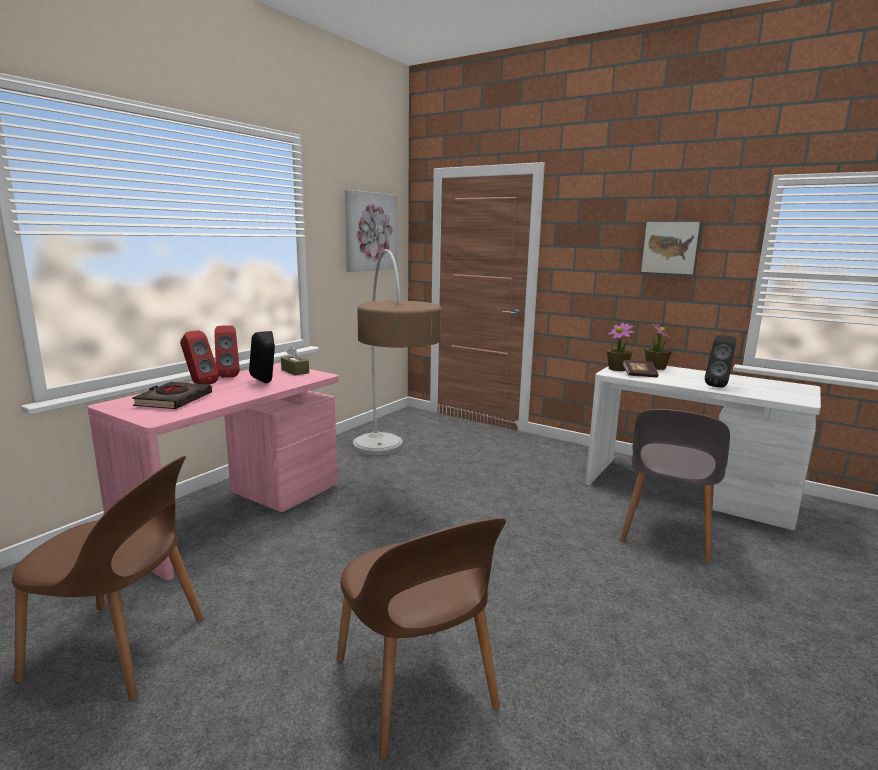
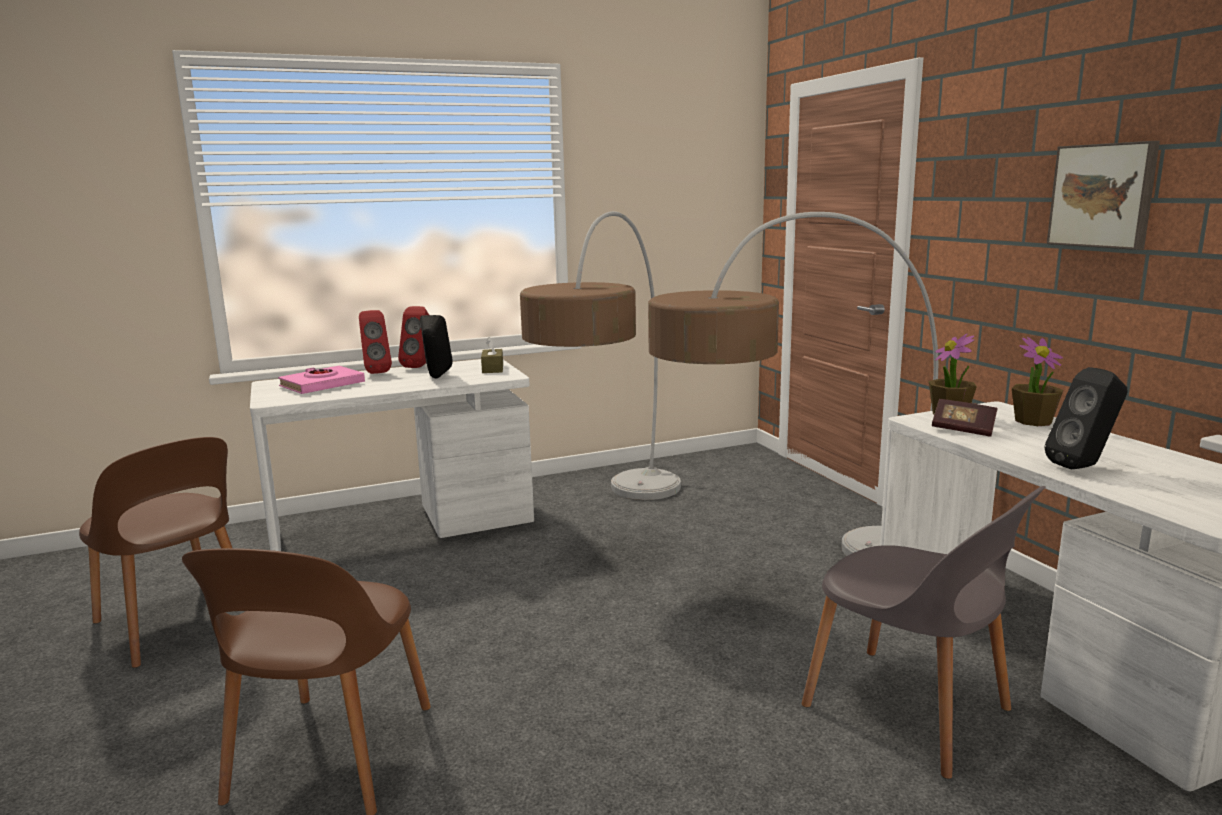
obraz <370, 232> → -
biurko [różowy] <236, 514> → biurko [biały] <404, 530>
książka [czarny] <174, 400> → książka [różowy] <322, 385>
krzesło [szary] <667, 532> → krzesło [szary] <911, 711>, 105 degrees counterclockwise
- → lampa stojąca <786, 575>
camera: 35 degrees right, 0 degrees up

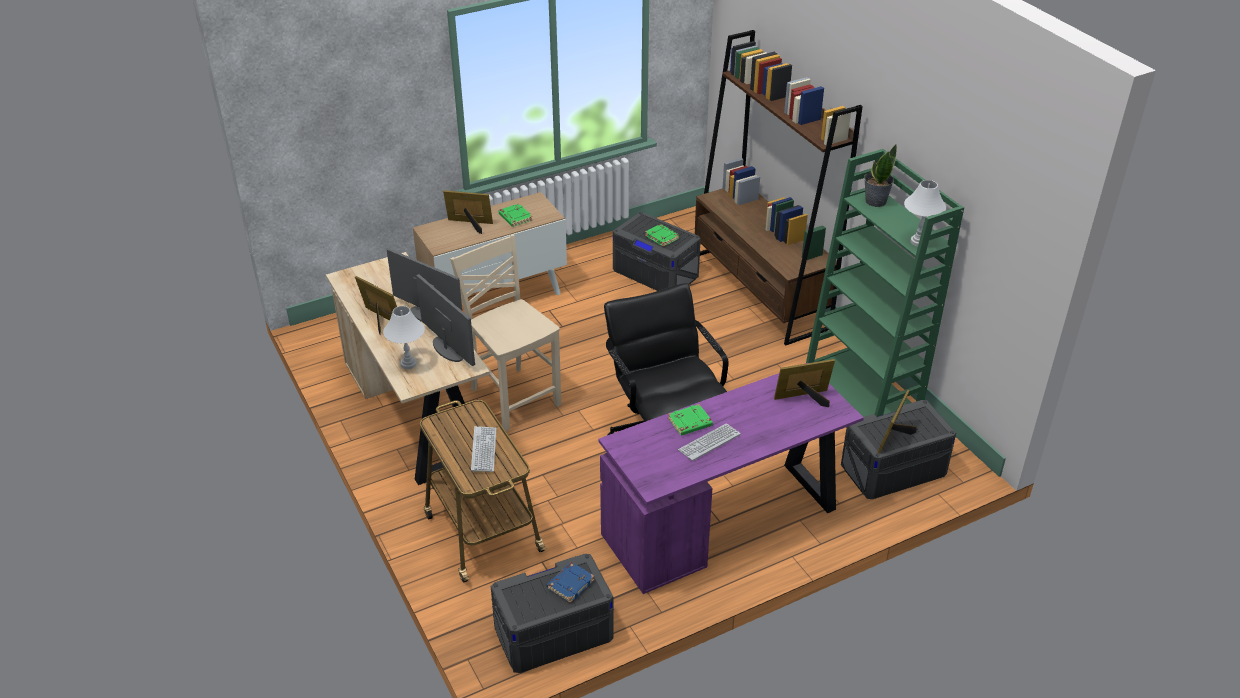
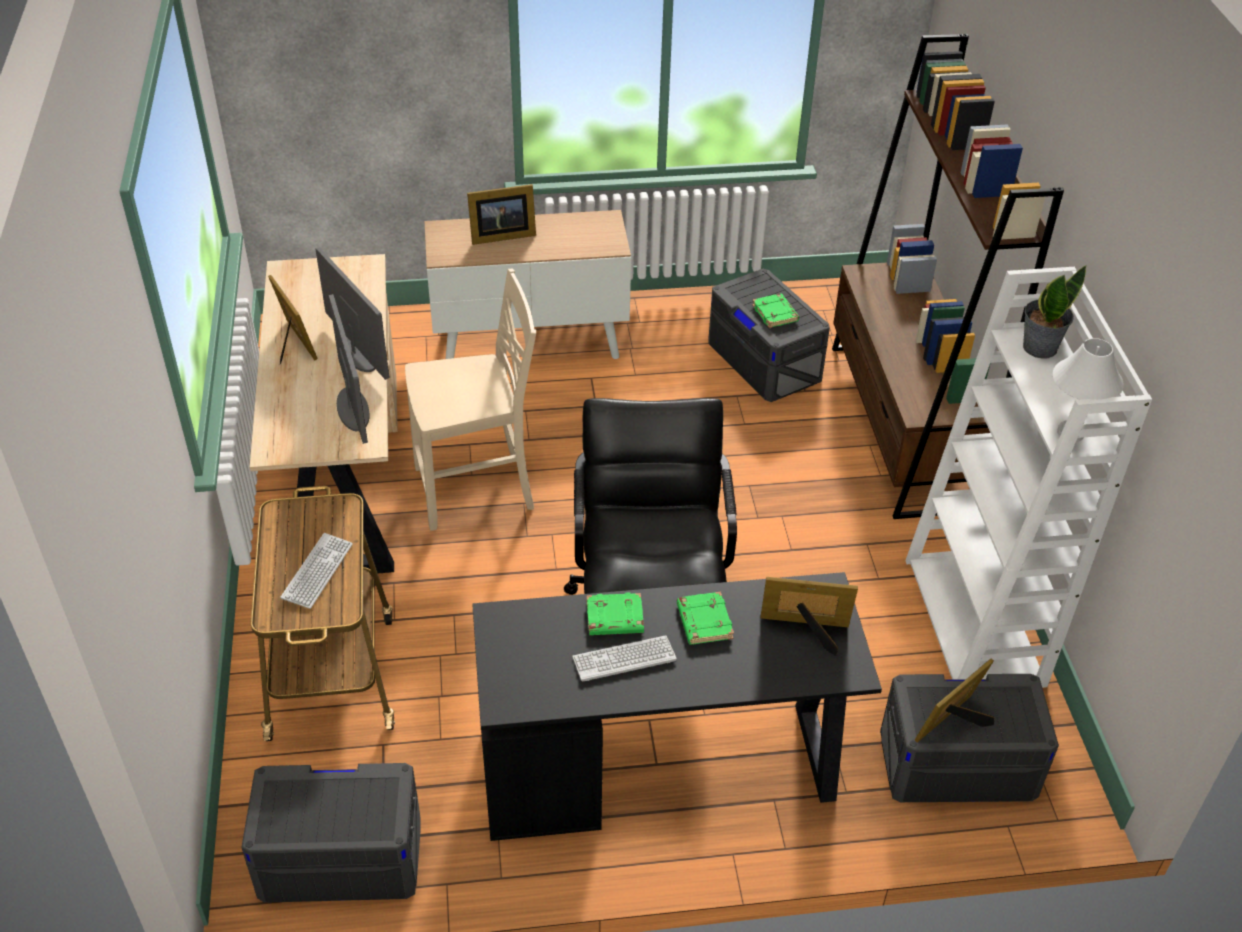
regał [zielony] <863, 390> → regał [biały] <976, 622>
ramka na zdjęcie <470, 225> → ramka na zdjęcie <500, 235>, 135 degrees clockwise
książka [zielony] <515, 217> → książka [zielony] <703, 621>, relocated
krzesło [beżowy] <513, 397> → krzesło [beżowy] <477, 490>, 90 degrees clockwise
lampa stołowa [biały] <408, 364> → -
biurko [fioletowy] <725, 522> → biurko [czarny] <664, 767>
książka [niebieski] <570, 584> → -
camera: 20 degrees right, 5 degrees up

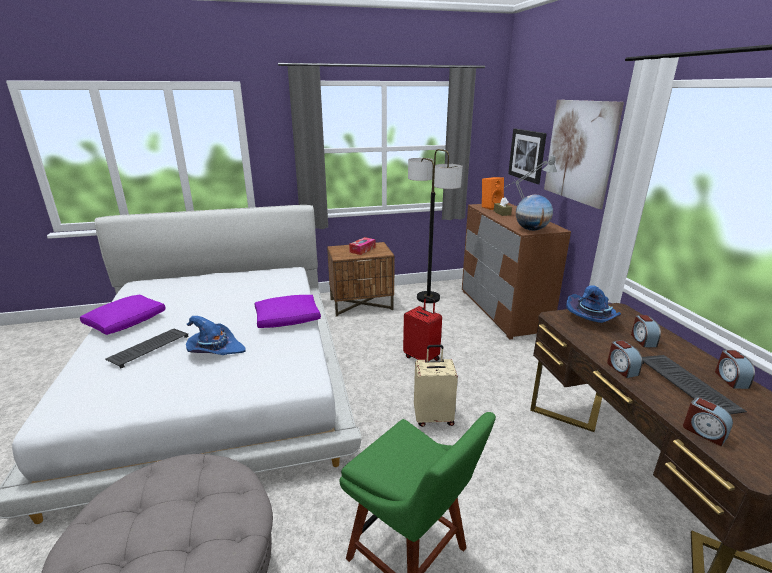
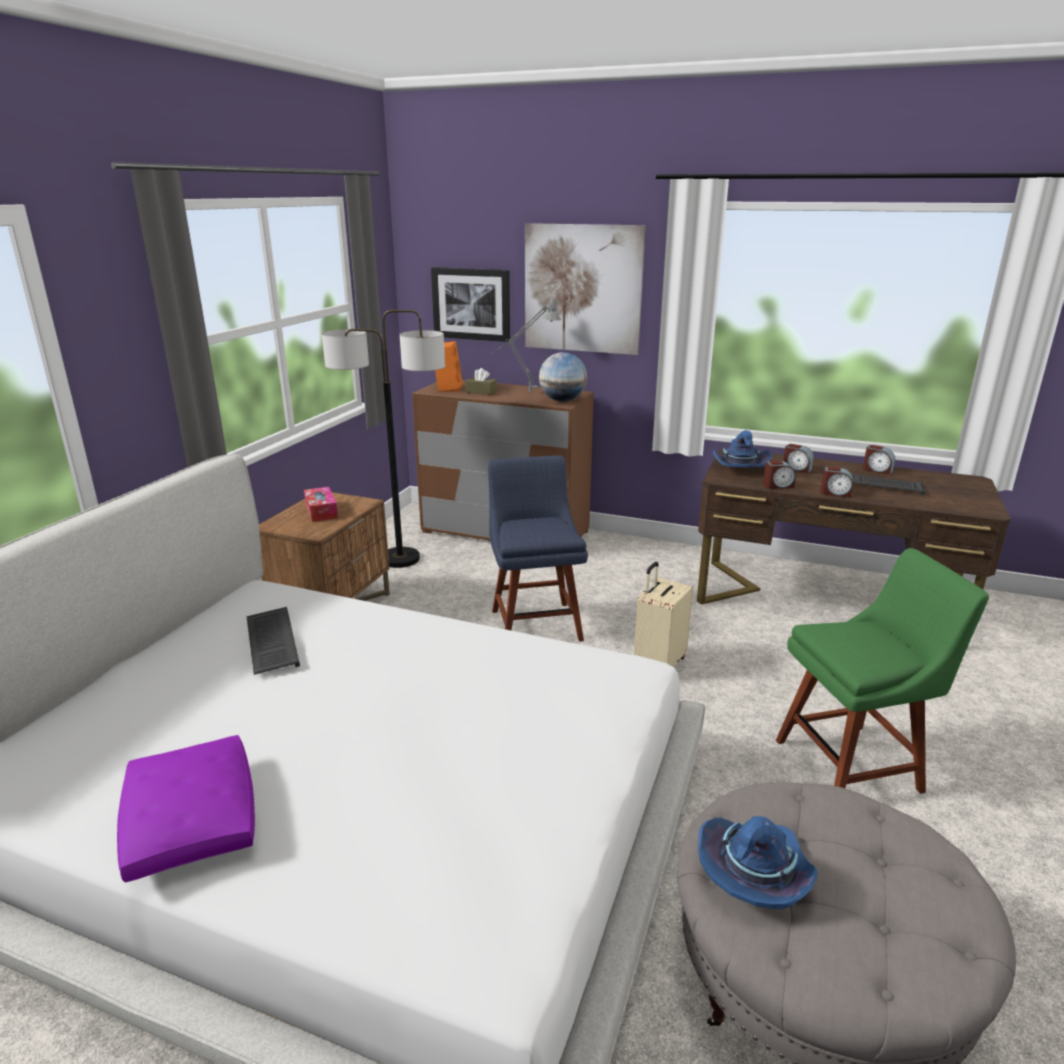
poduszka [fioletowy] <288, 319> → -
walizka [czerwony] <422, 358> → krzesło [niebieski] <535, 622>
kapelusz [niebieski] <215, 349> → kapelusz [niebieski] <755, 873>, relocated
klawiatura <149, 347> → klawiatura <270, 641>, relocated
budzik <704, 432> → budzik <778, 485>, relocated
camera: 55 degrees left, 0 degrees up

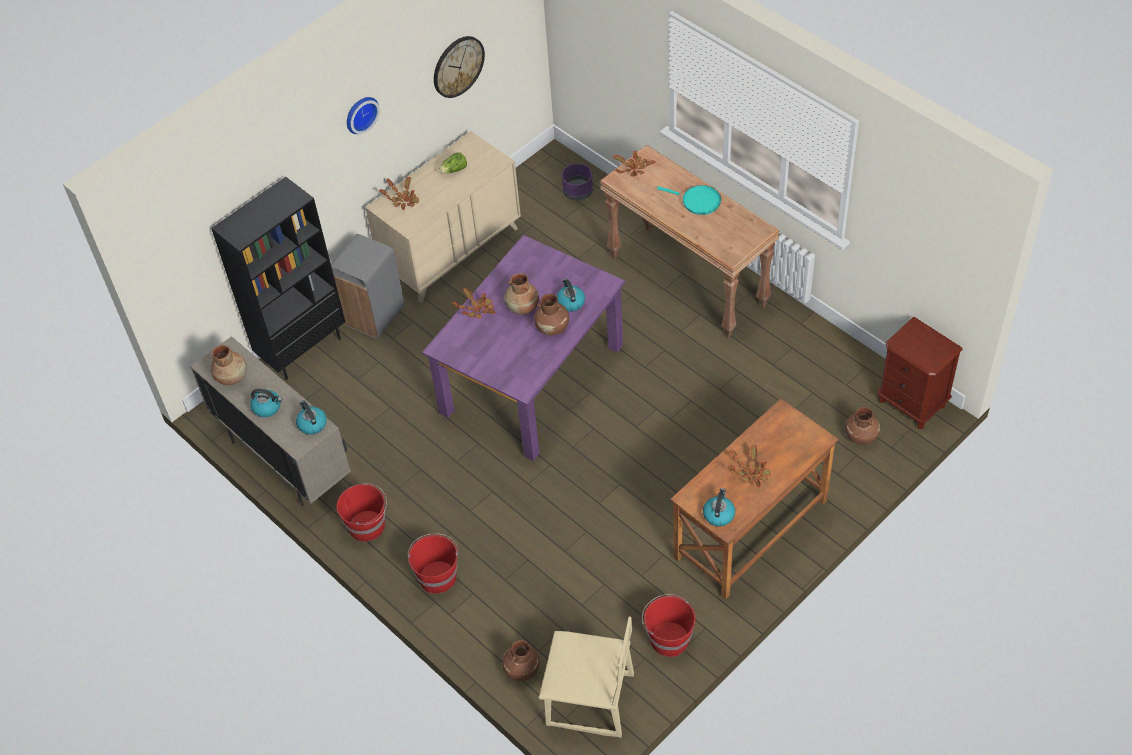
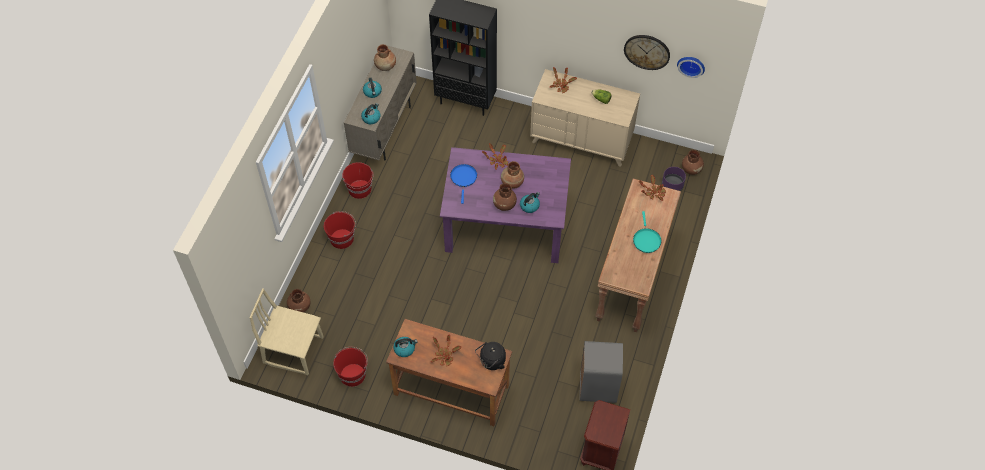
zegar ścienny <360, 113> → zegar ścienny <691, 65>, relocated
kosz na śmieci [szary] <374, 315> → kosz na śmieci [szary] <598, 387>, relocated
wazon [brązowy] <861, 435> → wazon [brązowy] <691, 169>, relocated
krzesło [beżowy] <590, 701> → krzesło [beżowy] <294, 349>, 120 degrees clockwise
- → patelnia [niebieski] <463, 179>
- → czajnik [czarny] <491, 362>
camera: 60 degrees right, 5 degrees up

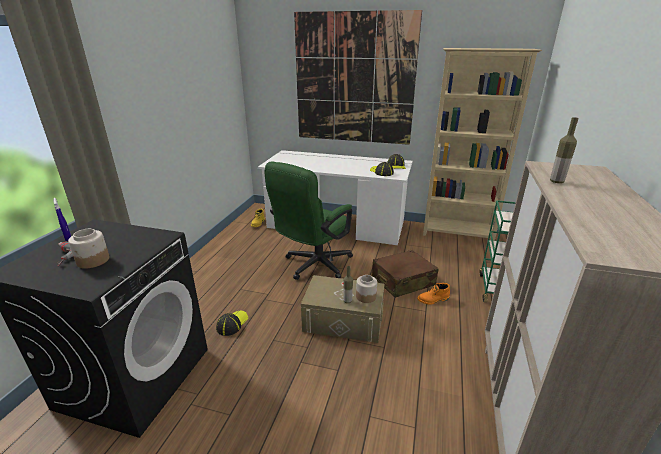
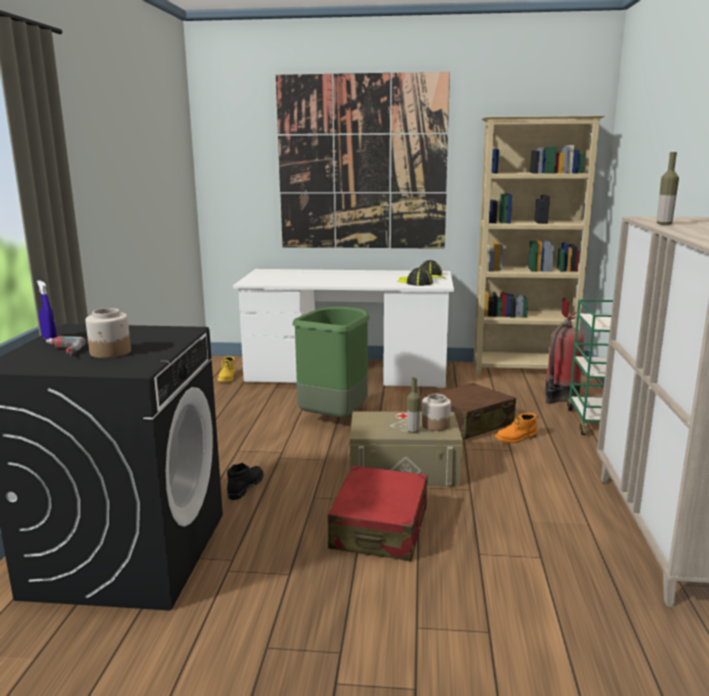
krzesło biurowe [zielony] <313, 266> → kosz na śmieci [zielony] <335, 418>
czapka z daszkiem <232, 324> → but z cholewką [czarny] <245, 487>
- → gaśnica <560, 396>
- → walizka [czerwony] <380, 528>
camera: 10 degrees left, 10 degrees down

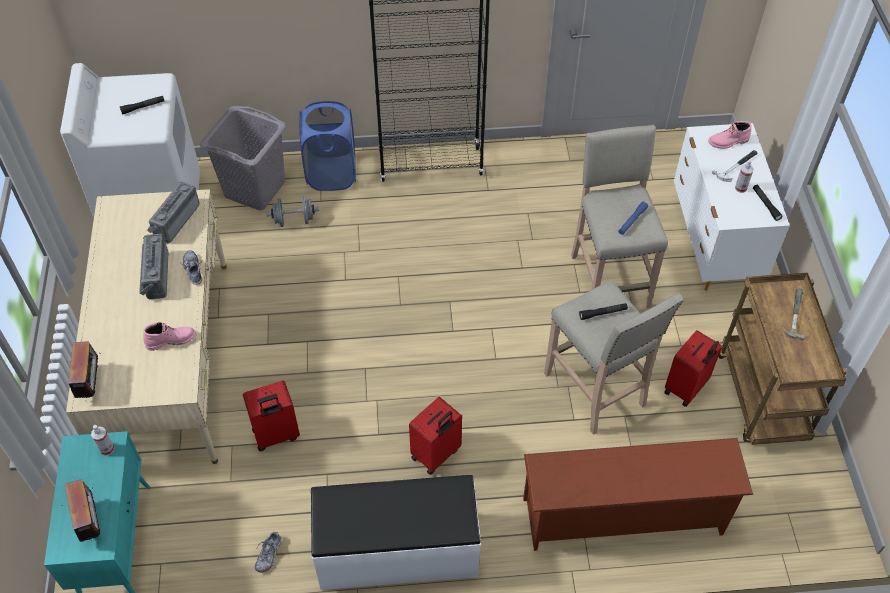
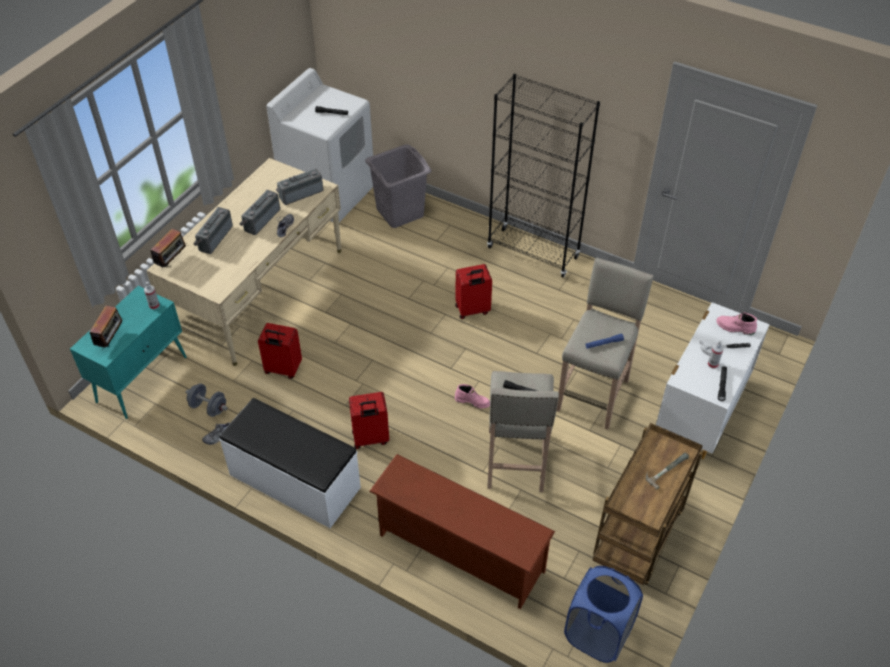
kosz na pranie [niebieski] <331, 174> → kosz na pranie [niebieski] <597, 634>, relocated
hantel [szary] <294, 220> → hantel [szary] <208, 407>, relocated
but z cholewką [różowy] <171, 340> → but z cholewką [różowy] <473, 401>, relocated
walizka [czerwony] <686, 388> → walizka [czerwony] <472, 310>, relocated
- → radio <213, 238>
camera: 35 degrees right, 5 degrees down

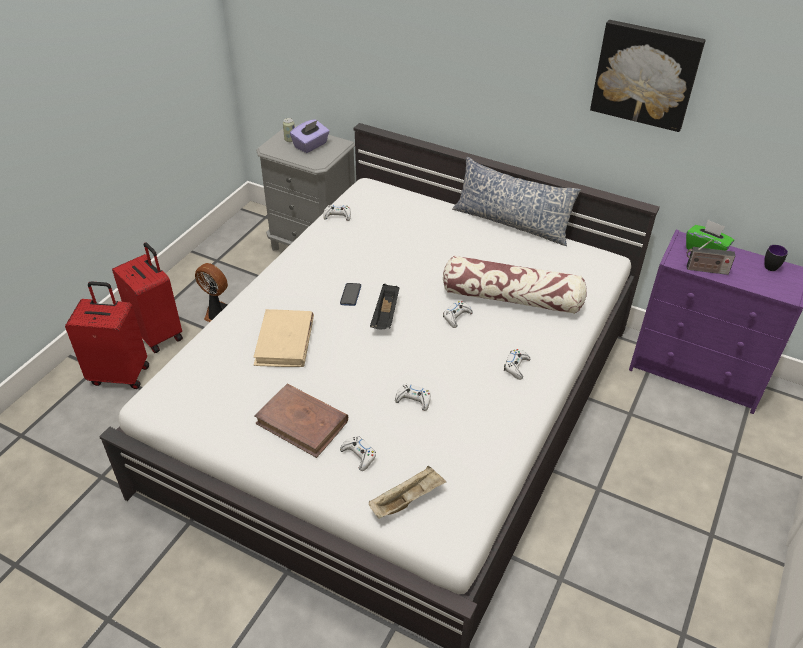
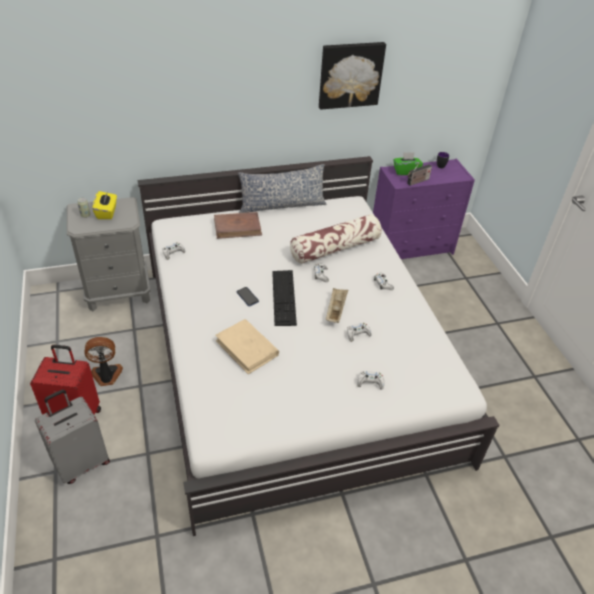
pudełko chusteczek [fioletowy] <311, 145> → pudełko chusteczek [żółty] <107, 212>
walizka [czerwony] <120, 374> → walizka [szary] <81, 462>
taca [czarny] <385, 316> → klawiatura <283, 297>
książka [brązowy] <302, 423> → książka [brązowy] <238, 227>, relocated
taca [beżowy] <407, 500> → taca [beżowy] <335, 310>, relocated
camera: 45 degrees left, 0 degrees up

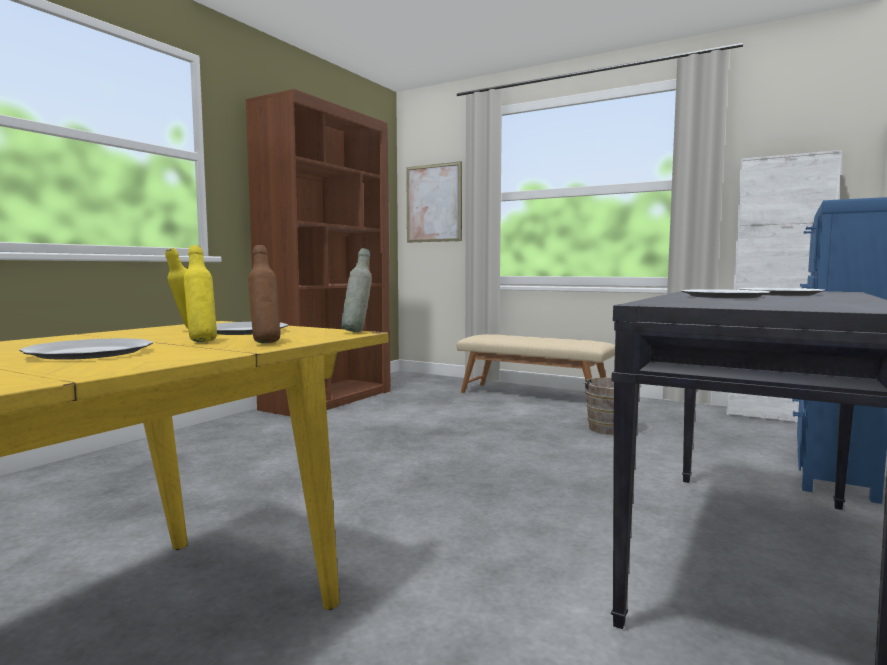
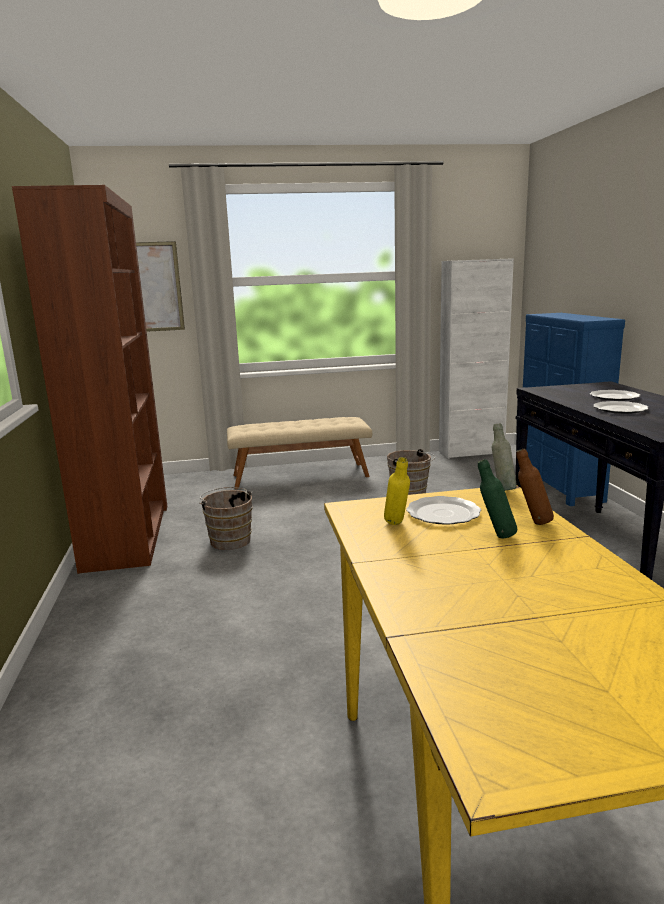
butelka [żółty] <201, 341> → butelka [zielony] <495, 536>
talerz <88, 353> → -
- → wiadro [brązowy] <229, 540>
camera: 40 degrees left, 10 degrees up

